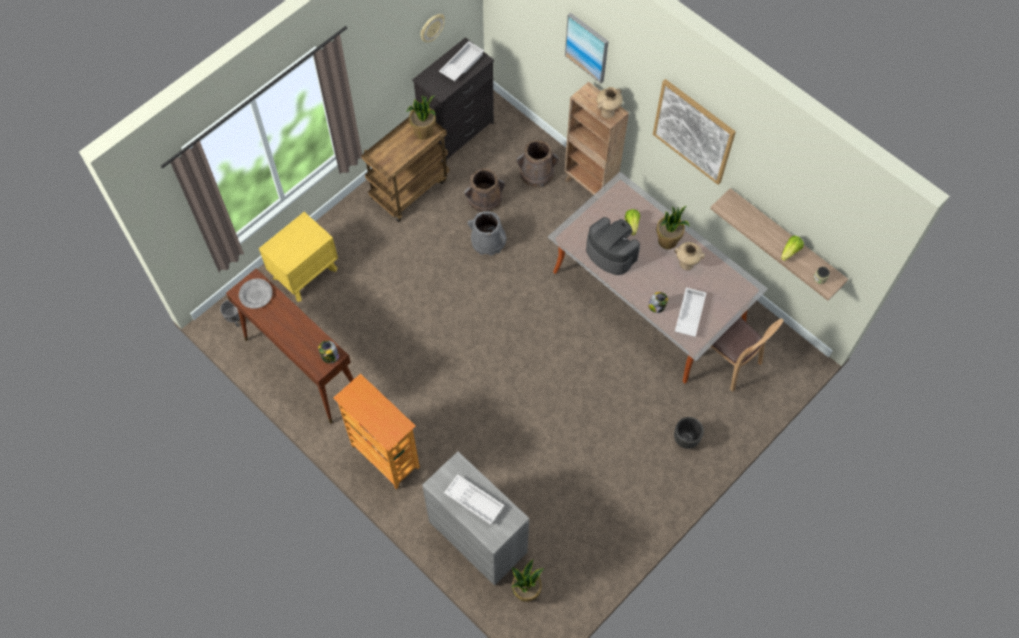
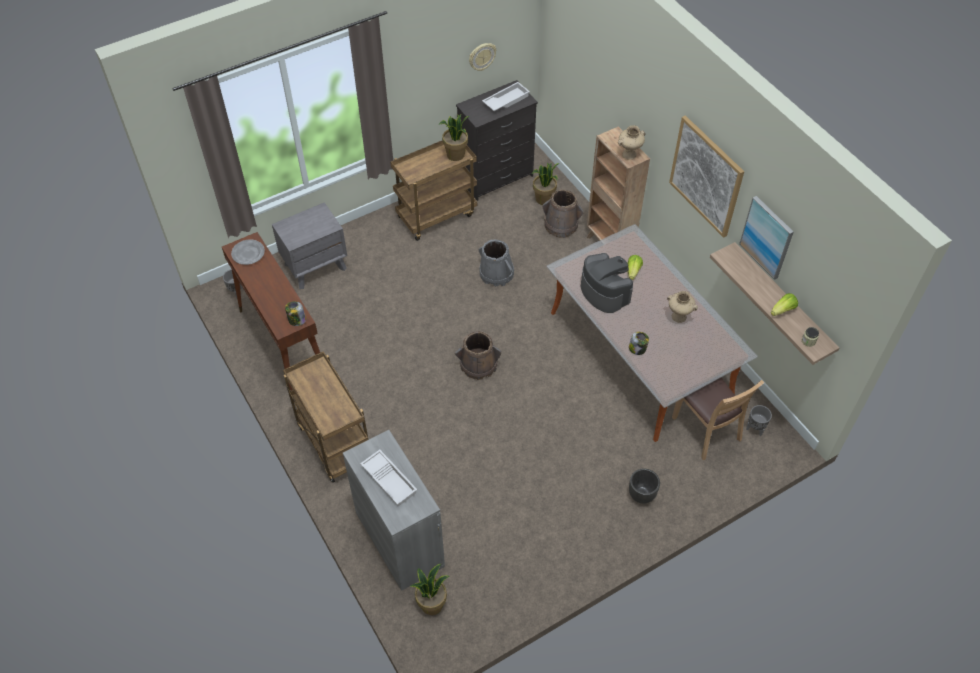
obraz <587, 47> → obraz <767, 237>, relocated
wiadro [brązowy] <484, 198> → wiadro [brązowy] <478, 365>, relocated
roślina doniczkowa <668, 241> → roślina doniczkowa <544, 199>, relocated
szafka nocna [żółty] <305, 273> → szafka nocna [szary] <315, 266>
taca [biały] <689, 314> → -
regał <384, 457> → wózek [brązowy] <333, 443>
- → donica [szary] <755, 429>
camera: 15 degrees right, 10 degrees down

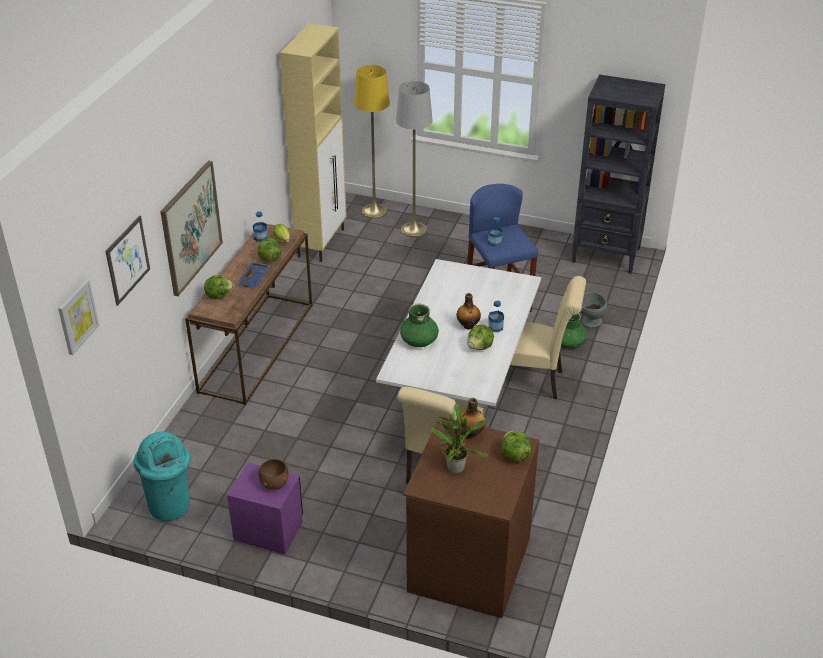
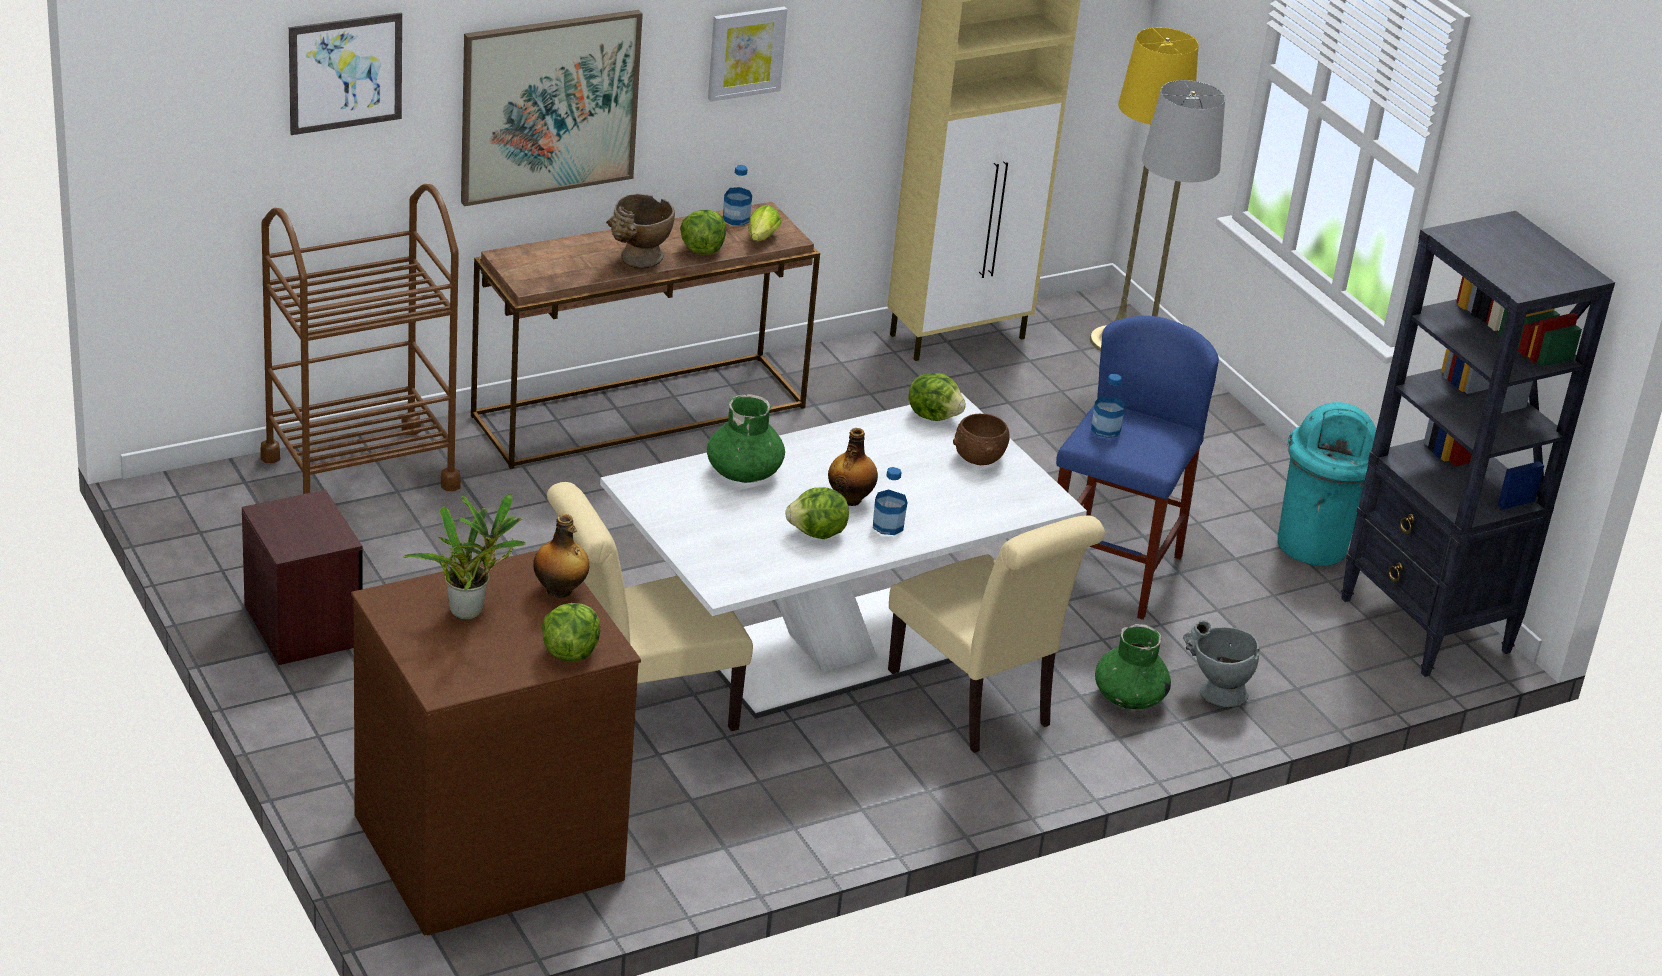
taca [niebieski] <255, 279> → wazon [beżowy] <638, 262>
sałata <219, 295> → sałata <934, 415>, relocated
obraz <77, 316> → obraz <746, 52>, relocated
kosz na śmieci [turkusowy] <170, 506> → kosz na śmieci [turkusowy] <1313, 546>, relocated
miska [brązowy] <275, 483> → miska [brązowy] <979, 457>, relocated
szafka nocna [fioletowy] <268, 531> → szafka nocna [brązowy] <302, 626>
- → wózek [brązowy] <360, 472>
camera: 40 degrees right, 5 degrees down

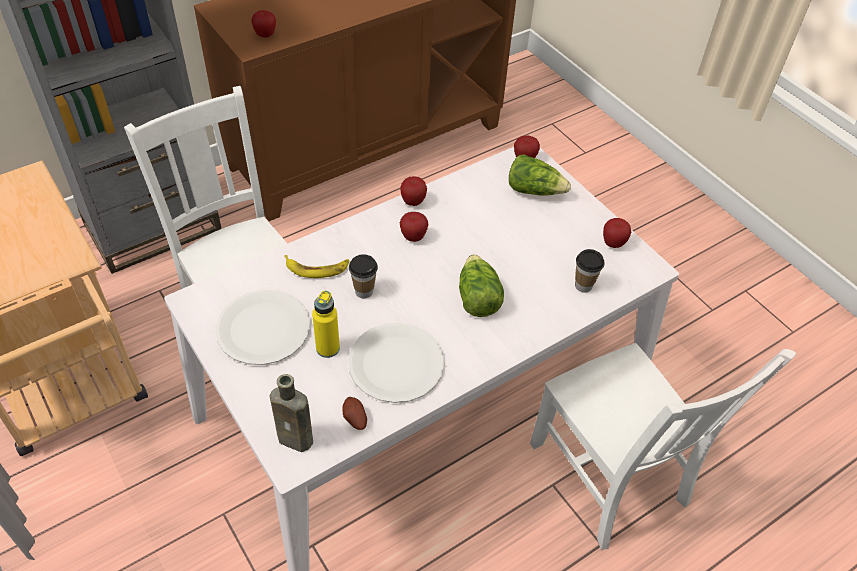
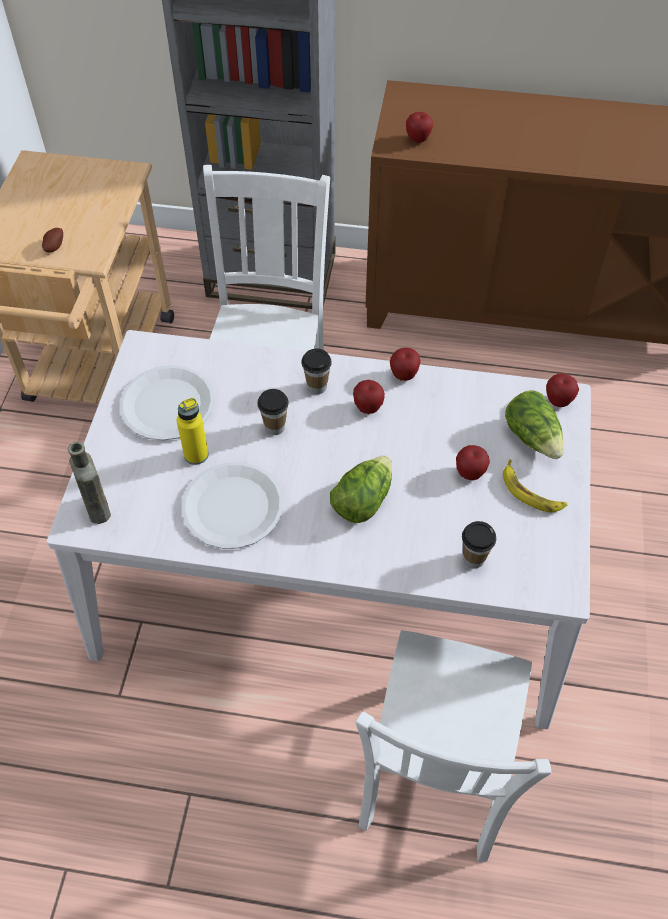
jabłko <613, 244> → jabłko <469, 473>, relocated
banan <317, 268> → banan <531, 492>, relocated
ziemniak <354, 419> → ziemniak <54, 246>, relocated
- → filiżanka <317, 387>
camera: 45 degrees right, 5 degrees up

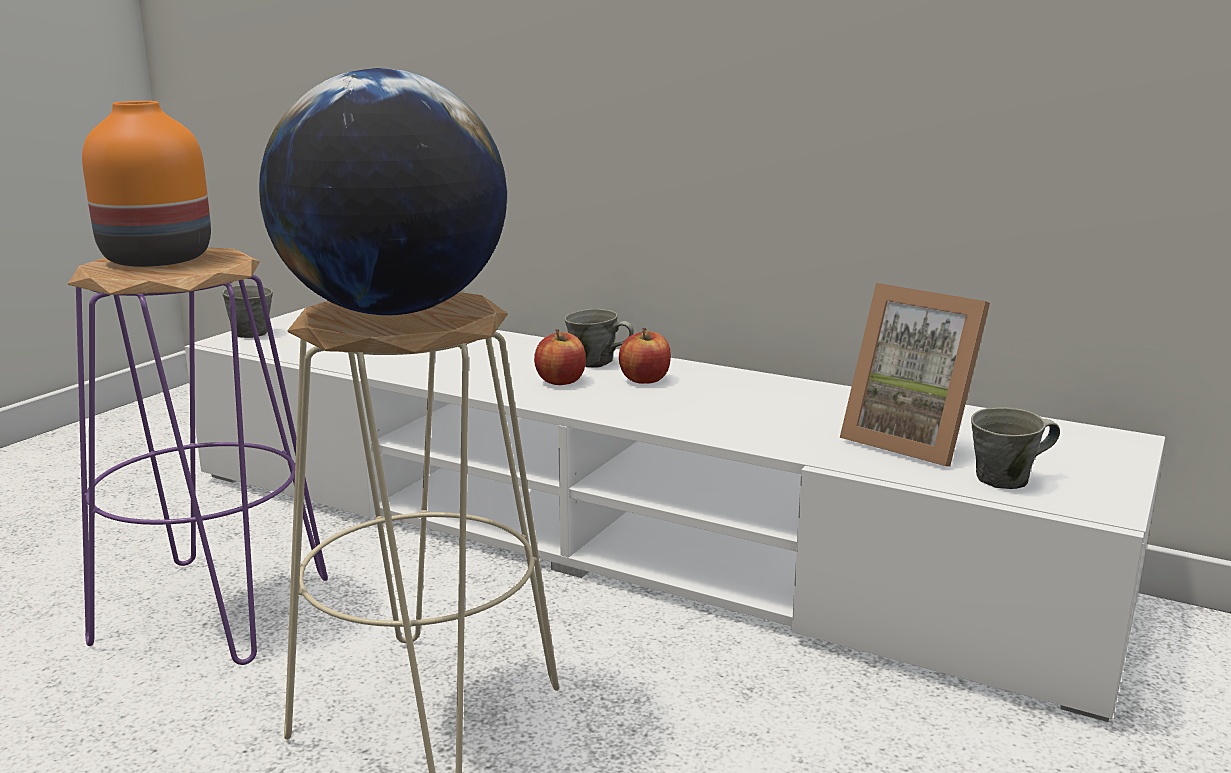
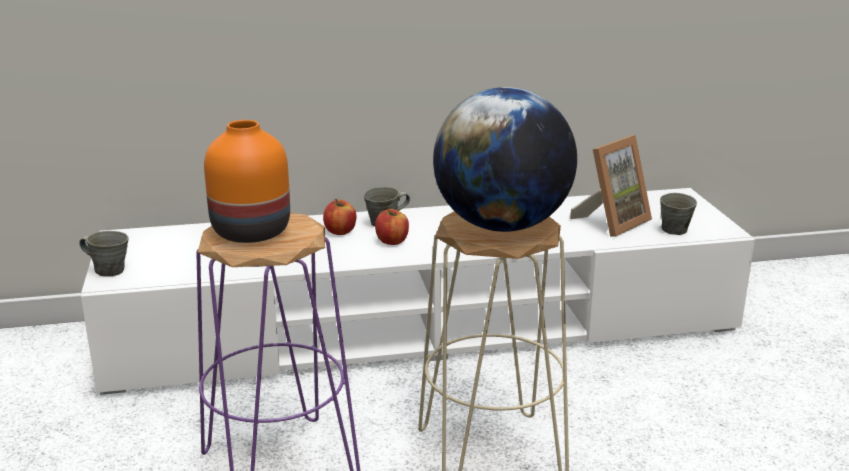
ramka na zdjęcie <912, 441> → ramka na zdjęcie <612, 222>, 45 degrees counterclockwise
jabłko <645, 380> → jabłko <340, 231>, relocated
camera: 40 degrees left, 5 degrees up

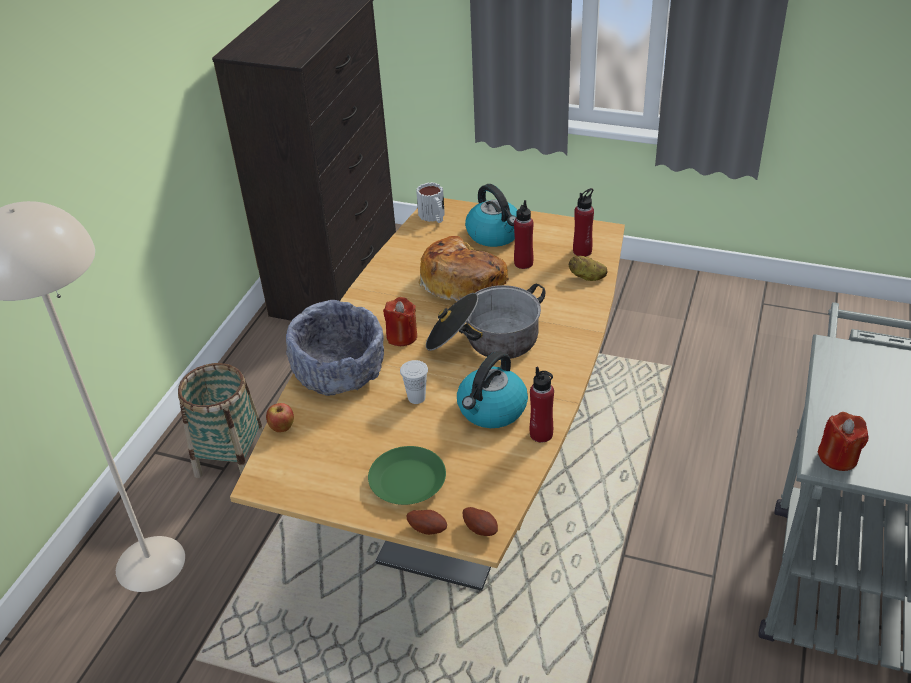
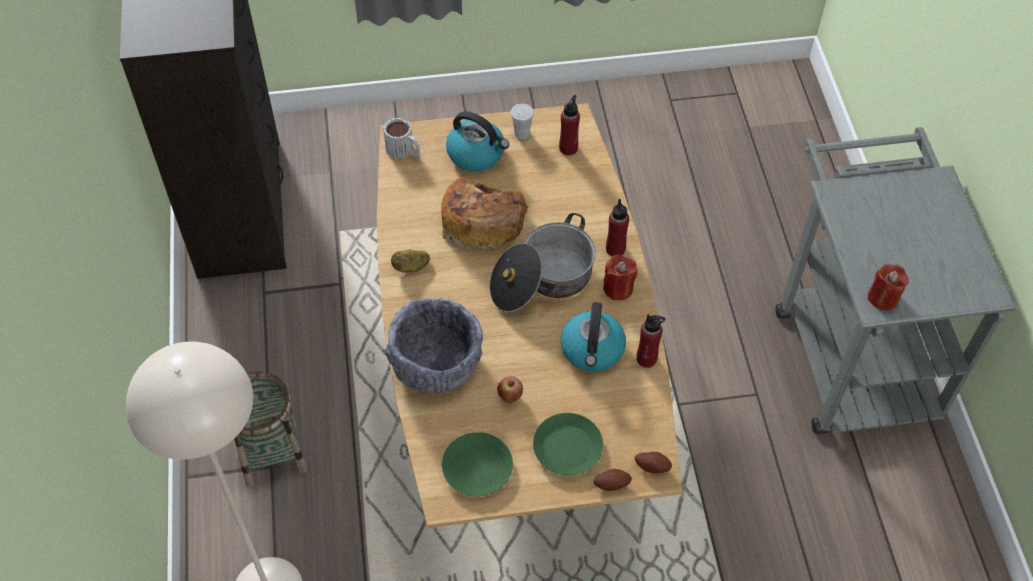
butelka [czerwony] <523, 263> → butelka [czerwony] <615, 249>, relocated
ziemniak <587, 277> → ziemniak <411, 267>, relocated
świeca [czerwony] <402, 336> → świeca [czerwony] <618, 288>, relocated
filiżanka [biały] <416, 397> → filiżanka [biały] <522, 133>, relocated
jabłko <282, 428> → jabłko <510, 397>, relocated
- → talerz [zielony] <478, 467>
camera: 30 degrees left, 15 degrees up

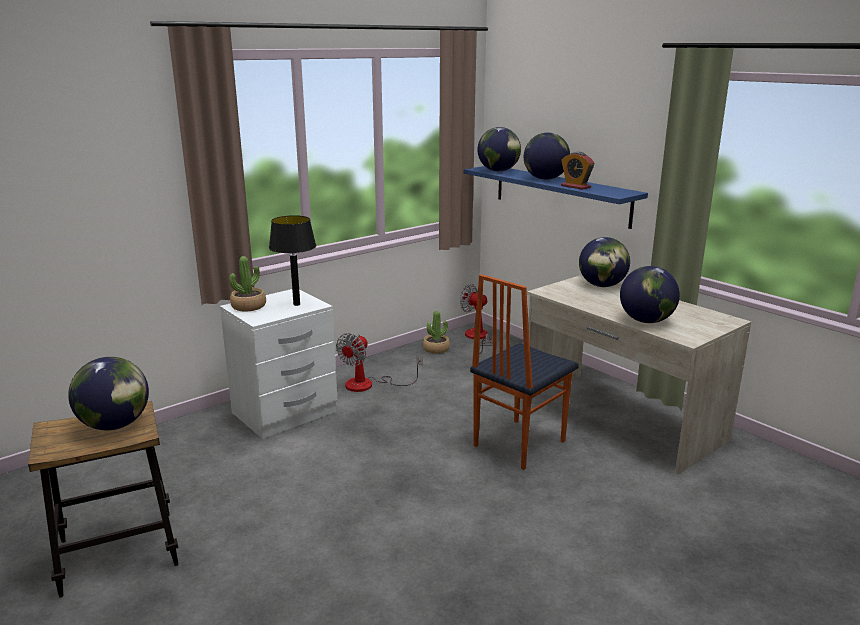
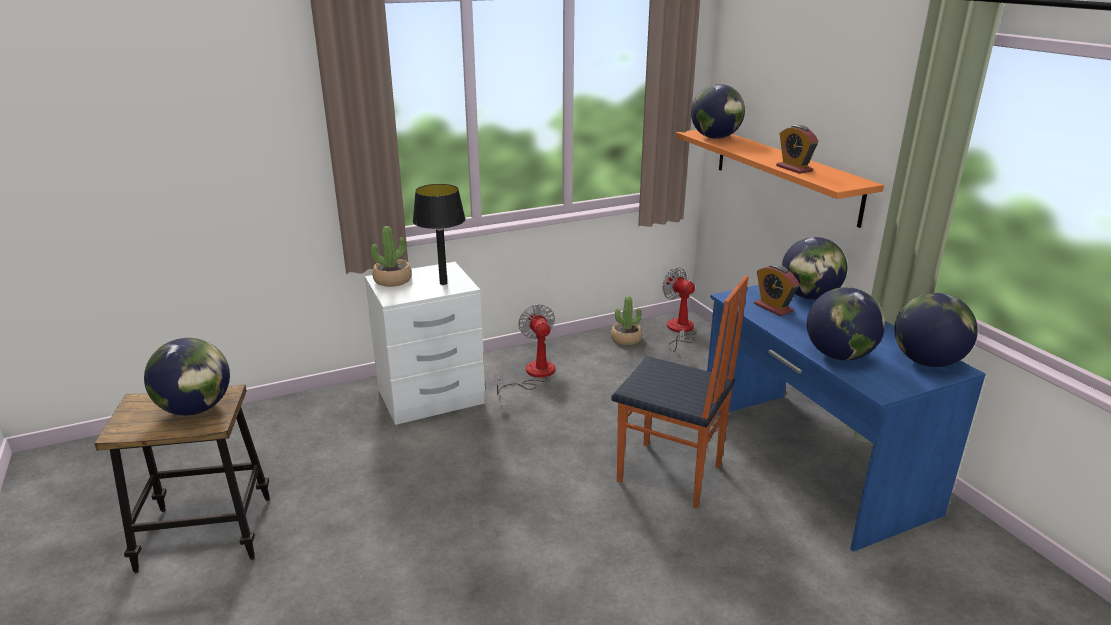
globus <545, 179> → globus <927, 361>, relocated
półka [niebieski] <560, 195> → półka [pomarańczowy] <785, 174>
krzesło <517, 443> → krzesło <670, 475>, 120 degrees counterclockwise
biurko [beżowy] <620, 419> → biurko [niebieski] <810, 462>
wentylator <369, 384> → wentylator <533, 374>, 120 degrees clockwise
- → budzik <773, 308>
camera: 15 degrees right, 5 degrees up

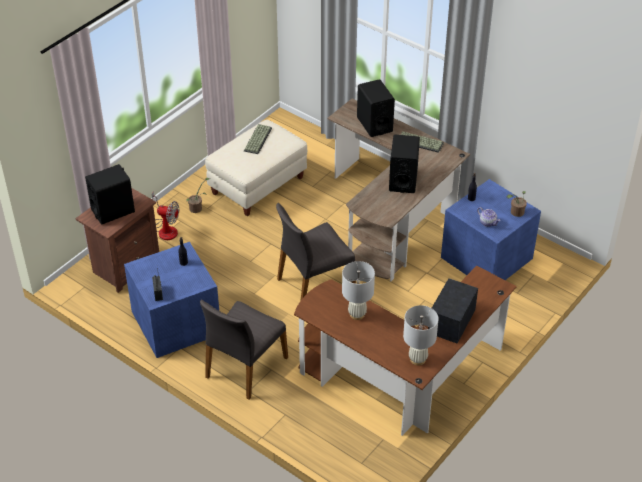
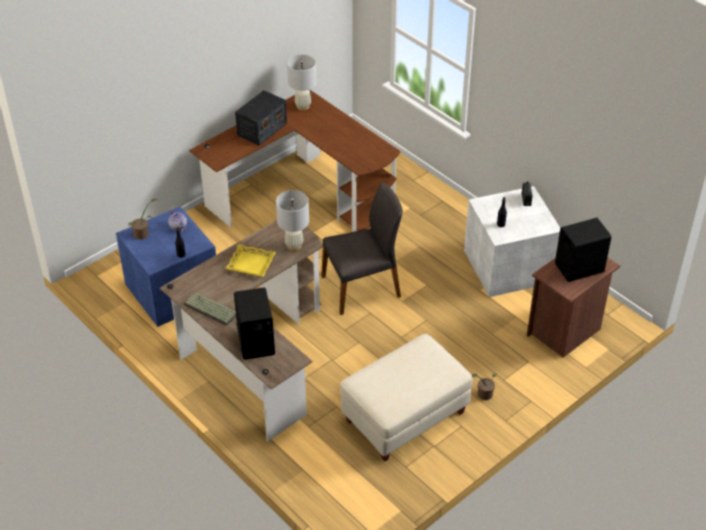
klawiatura <257, 139> → -
głośnik [czarny] <403, 180> → taca [żółty] <250, 264>
wentylator <166, 229> → -
pojemnik do przechowywania [niebieski] <174, 322> → pojemnik do przechowywania [biały] <510, 267>
lampa stołowa [biały] <357, 314> → lampa stołowa [biały] <294, 245>, relocated
krzesło [szary] <245, 367> → -
camera: 170 degrees left, 0 degrees up

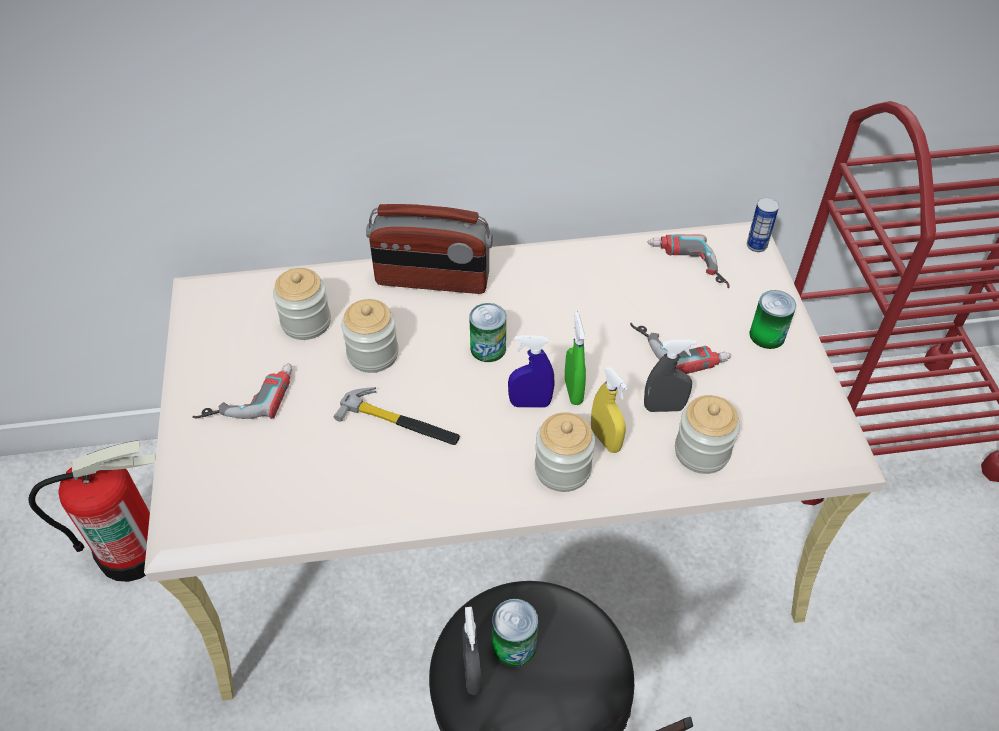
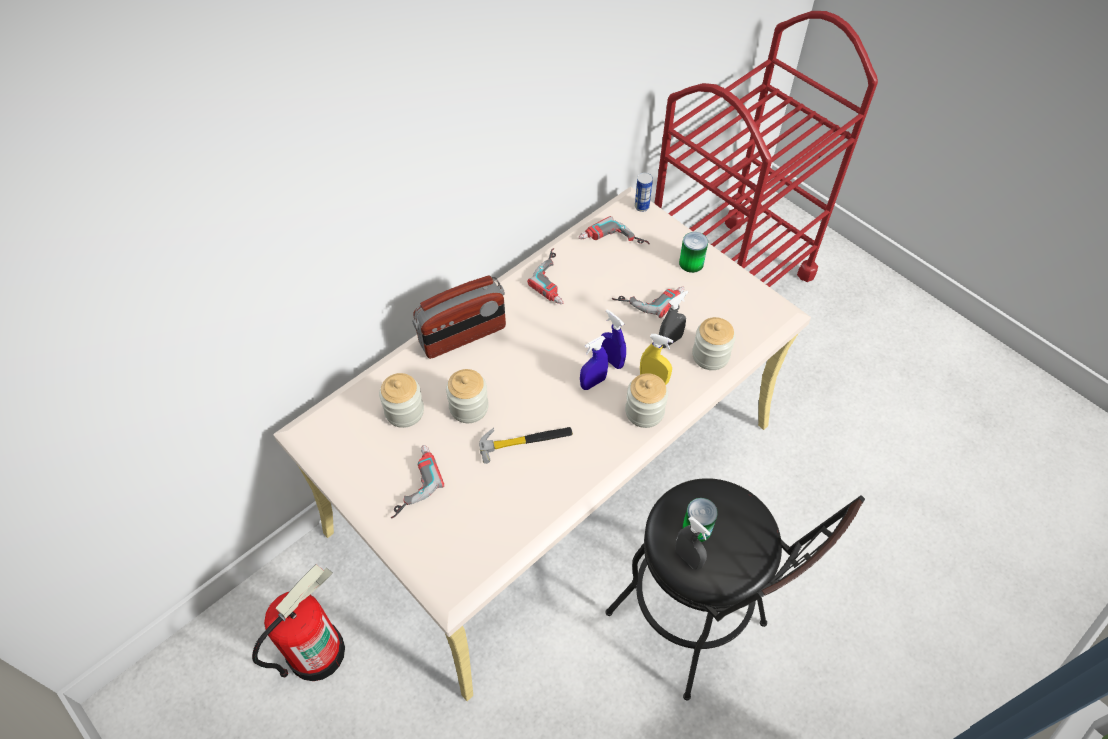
puszka <488, 348> → -
spryskiwacz [zielony] <573, 391> → spryskiwacz [niebieski] <611, 360>
- → wiertarka <556, 279>
camera: 35 degrees left, 5 degrees up

